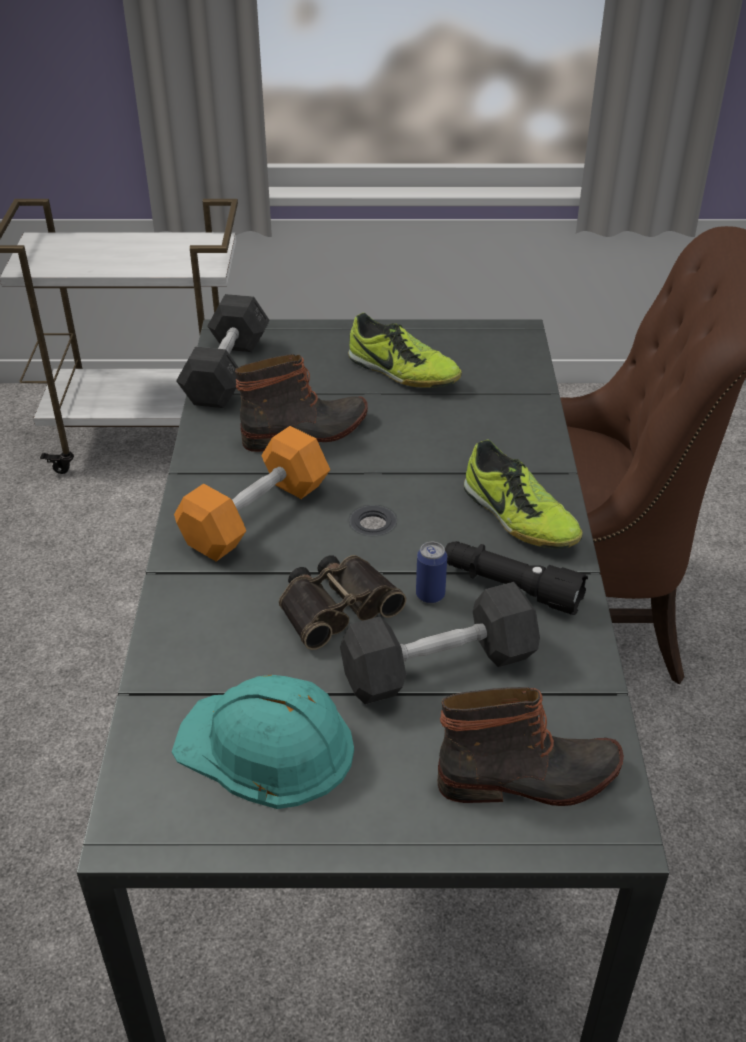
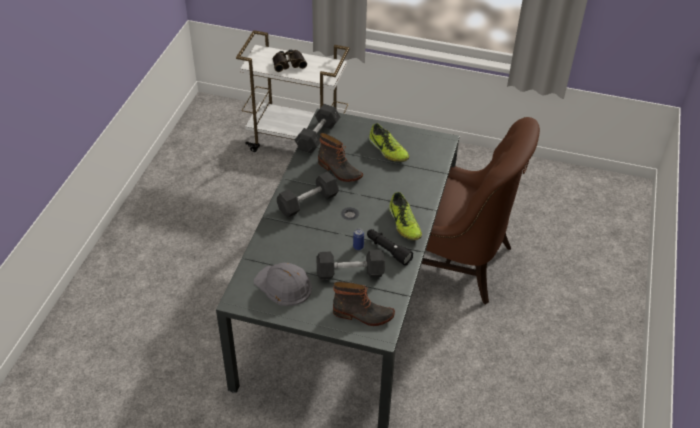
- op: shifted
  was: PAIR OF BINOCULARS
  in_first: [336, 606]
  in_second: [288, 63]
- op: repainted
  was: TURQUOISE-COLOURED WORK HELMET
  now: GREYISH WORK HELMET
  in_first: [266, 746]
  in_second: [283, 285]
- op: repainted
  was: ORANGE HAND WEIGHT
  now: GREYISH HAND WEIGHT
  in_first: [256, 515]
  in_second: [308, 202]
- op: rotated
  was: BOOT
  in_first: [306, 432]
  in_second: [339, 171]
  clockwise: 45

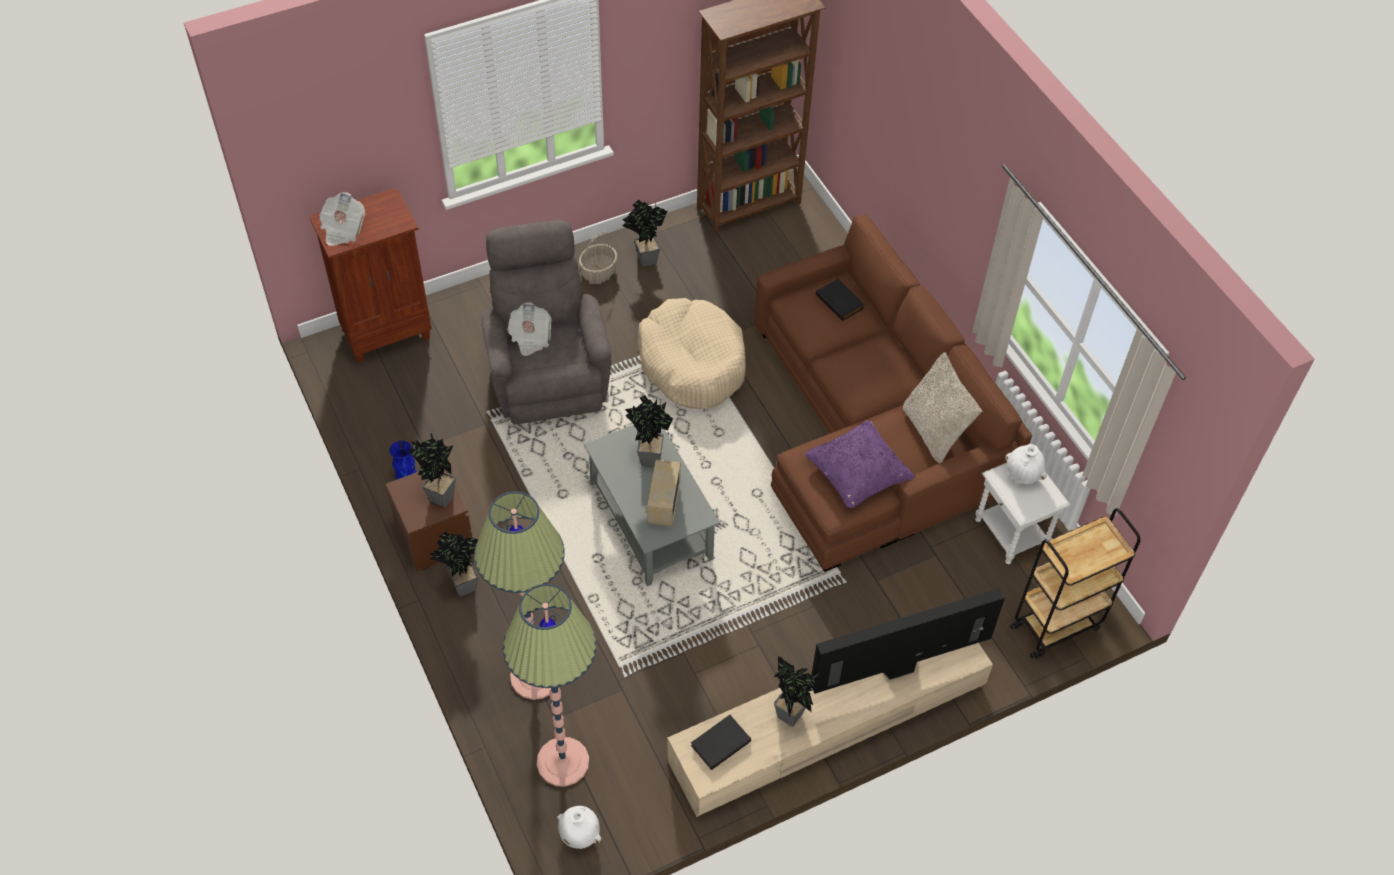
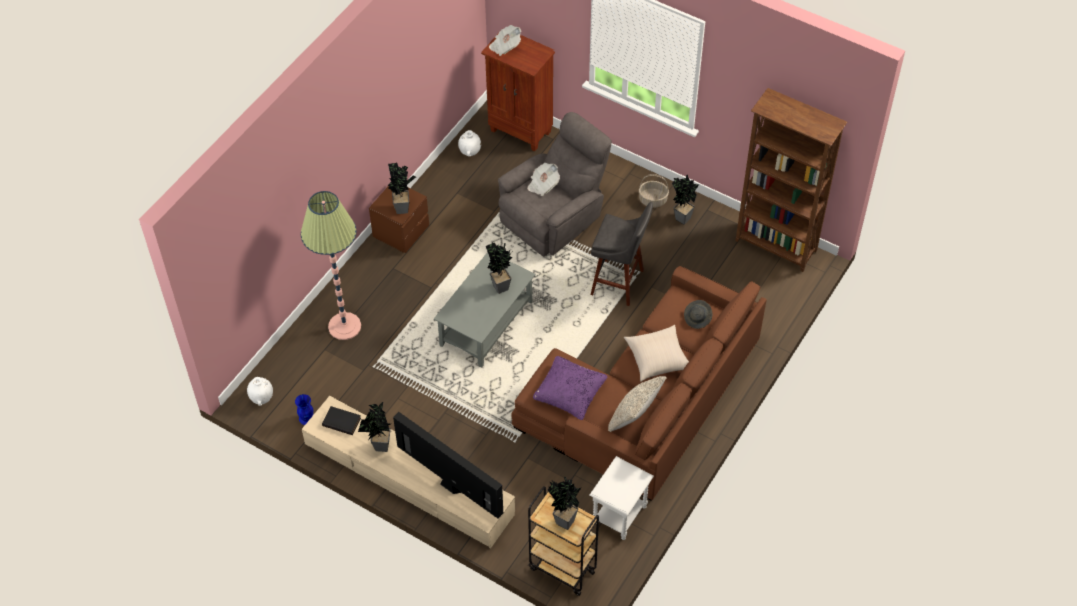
- op: gone
  was: FLOOR LAMP
  in_first: [563, 762]
- op: gone
  was: RADIO
  in_first: [663, 504]
- op: new
  now: BEIGE THROW PILLOW
  in_second: [657, 359]
- op: shifted
  was: BLUE VASE
  in_first: [406, 474]
  in_second: [307, 418]
- op: shifted
  was: POTTED PLANT
  in_first: [460, 587]
  in_second: [563, 519]
- op: shifted
  was: WHITISH VASE
  in_first: [1023, 476]
  in_second: [470, 152]
- op: swapped
  was: BEIGE DOG CUSHION
  now: GREYISH SITTING STOOL
  in_first: [692, 363]
  in_second: [619, 283]
- op: swapped
  was: BLACK-COLOURED VOLUME
  now: GREYISH CLOTHING HAT
  in_first: [840, 301]
  in_second: [697, 318]

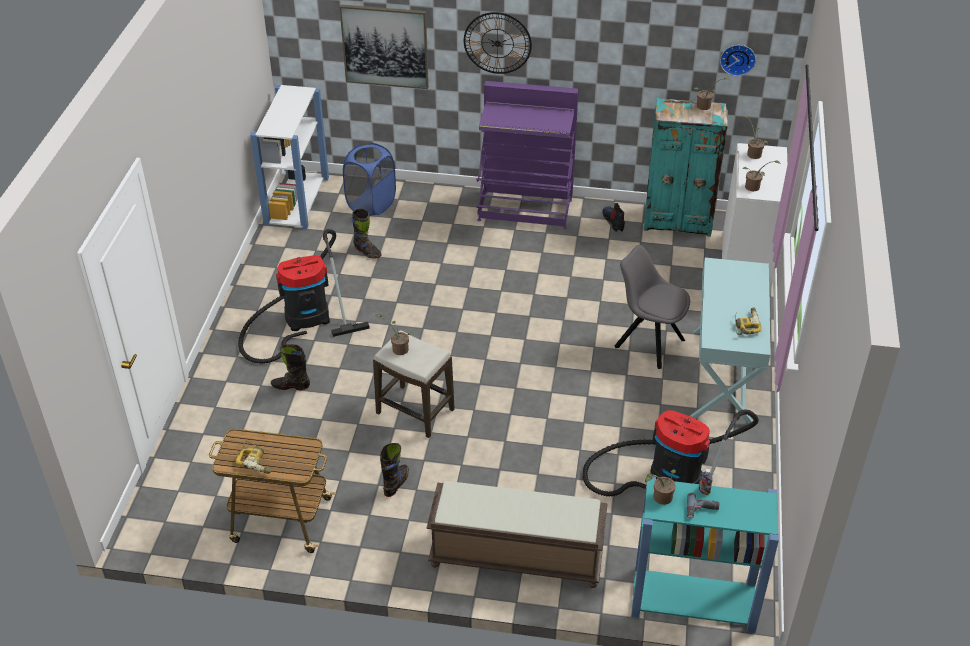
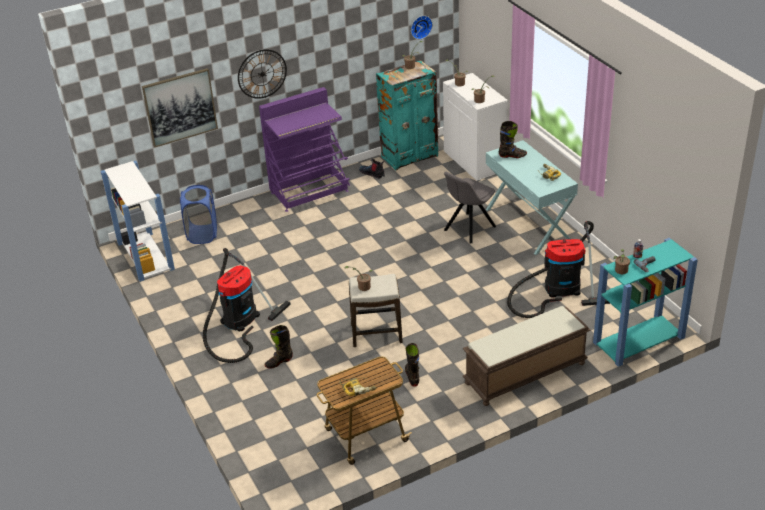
- op: shifted
  was: BLACK-COLOURED BOOT
  in_first: [367, 252]
  in_second: [512, 156]
- op: rotated
  was: GREYISH CHAIR
  in_first: [648, 343]
  in_second: [469, 228]
  clockwise: -45

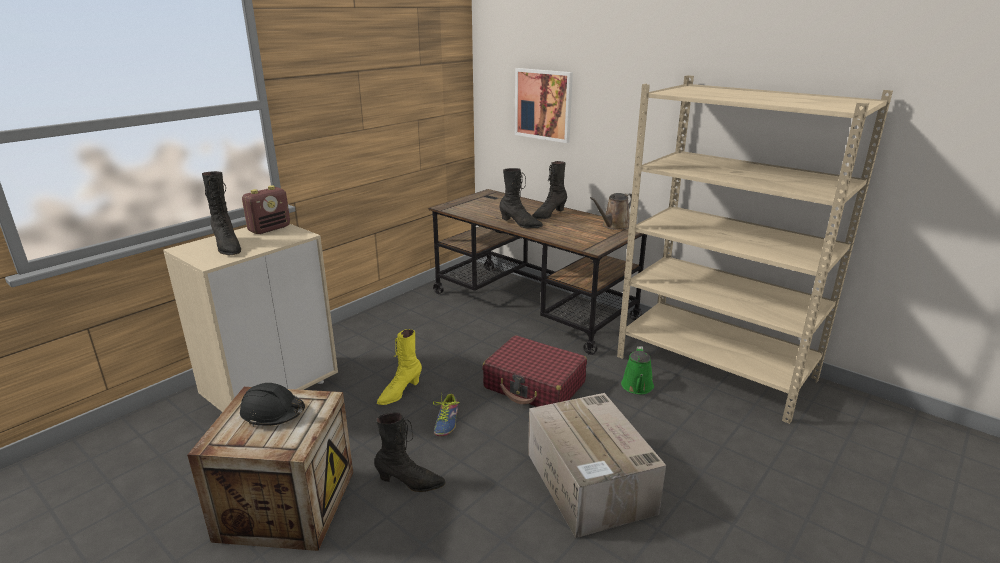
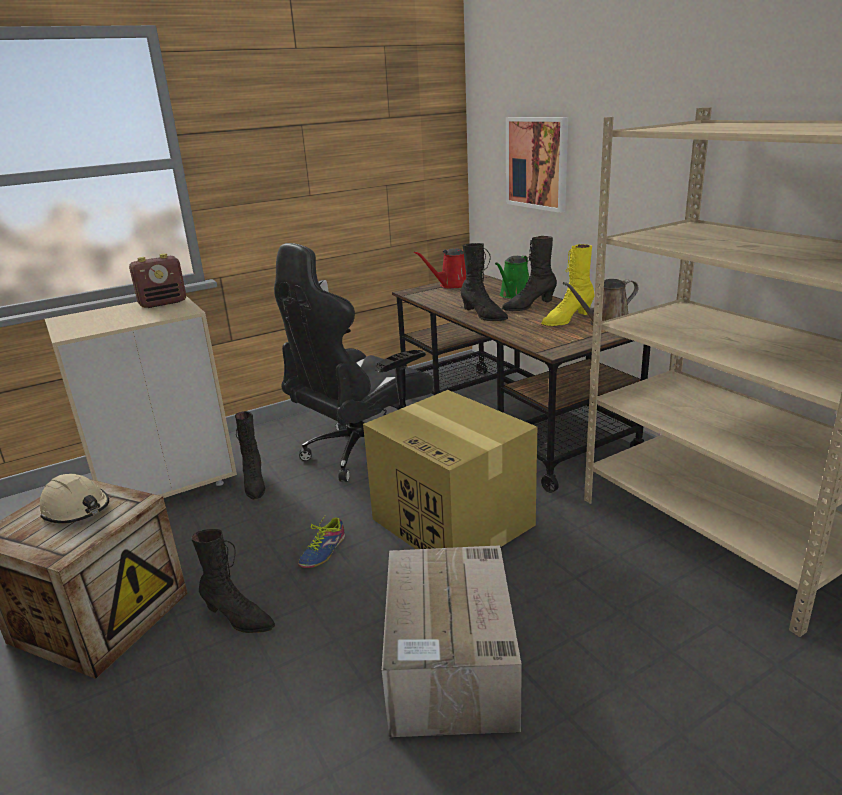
- op: new
  now: BLACK-COLOURED DESK CHAIR
  in_second: [364, 450]
- op: new
  now: REDDISH SPRINKLING CAN
  in_second: [452, 285]
- op: shifted
  was: BLACK-COLOURED BOOT
  in_first: [227, 247]
  in_second: [254, 485]
- op: shifted
  was: YELLOW BOOT
  in_first: [399, 393]
  in_second: [566, 320]
- op: shifted
  was: GREEN SPRINKLING CAN
  in_first: [637, 387]
  in_second: [514, 295]
- op: swapped
  was: REDDISH SUITCASE
  now: CARTON
  in_first: [534, 385]
  in_second: [454, 522]
- op: repainted
  was: BLACK-COLOURED WORK HELMET
  now: BEIGE WORK HELMET
  in_first: [273, 413]
  in_second: [76, 510]

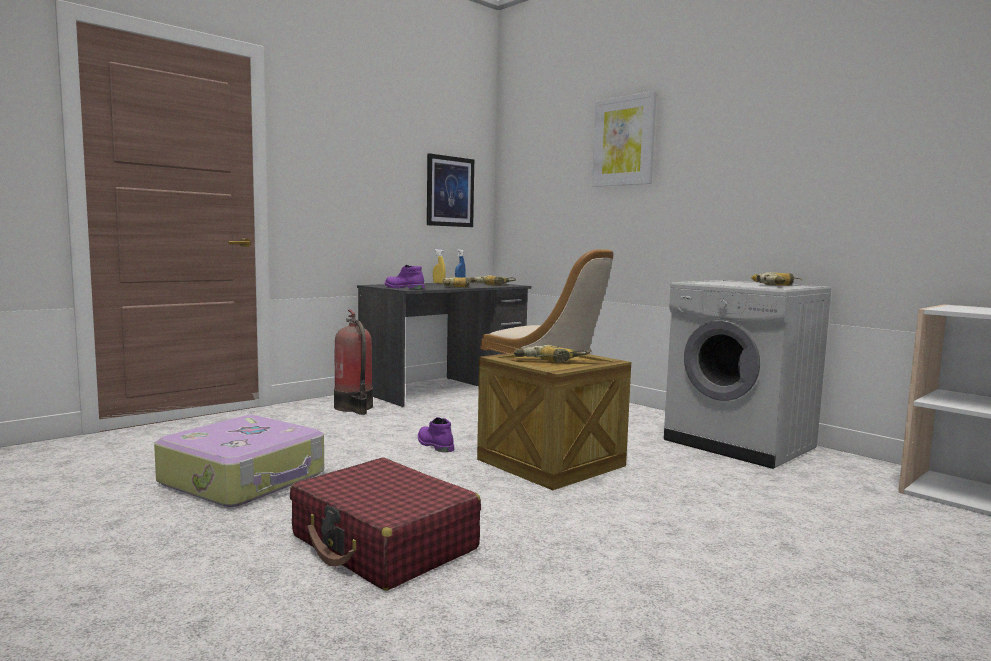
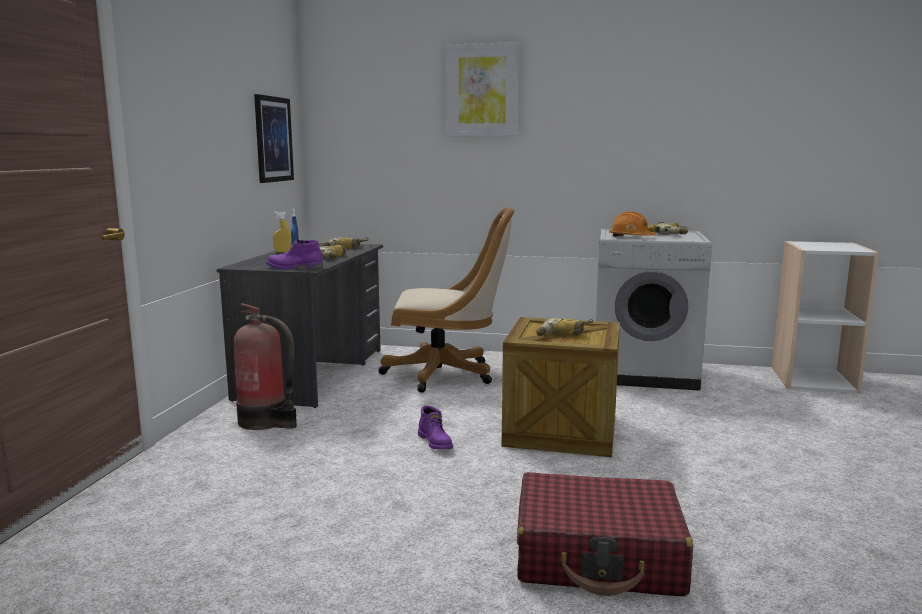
- op: gone
  was: SUITCASE
  in_first: [245, 478]
- op: new
  now: ORANGE WORK HELMET
  in_second: [631, 237]
- op: rotated
  was: PURPLE BOOT
  in_first: [434, 445]
  in_second: [436, 442]
  clockwise: -135

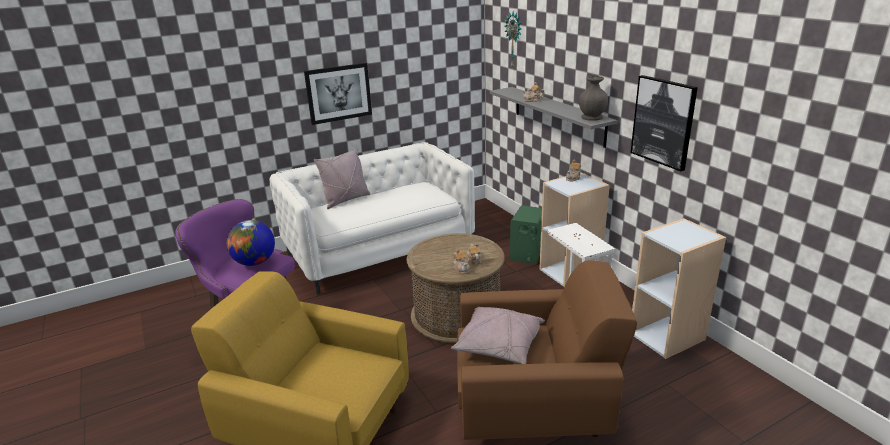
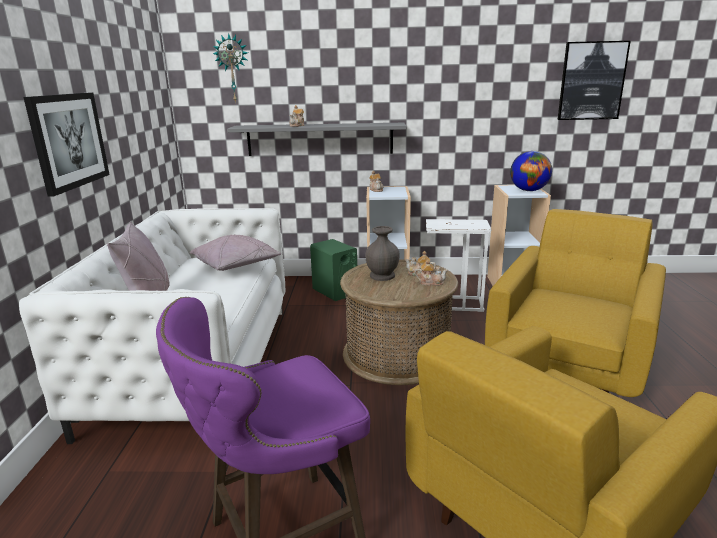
- op: shifted
  was: GLOBE
  in_first: [255, 262]
  in_second: [528, 190]
- op: shifted
  was: PURPLE THROW PILLOW
  in_first: [499, 346]
  in_second: [237, 265]
- op: shifted
  was: GREYISH VASE
  in_first: [592, 117]
  in_second: [383, 275]
- op: shifted
  was: WALL PICTURE
  in_first: [663, 122]
  in_second: [591, 81]
- op: repainted
  was: BROWNISH EASY CHAIR
  now: YELLOW EASY CHAIR
  in_first: [533, 405]
  in_second: [570, 360]

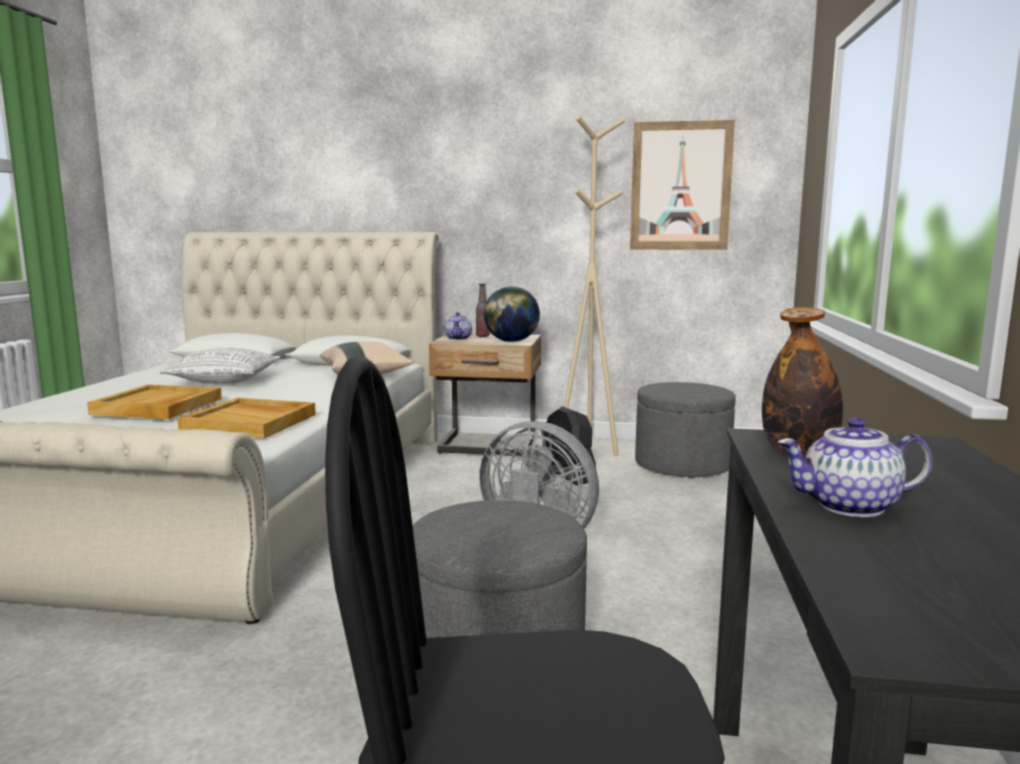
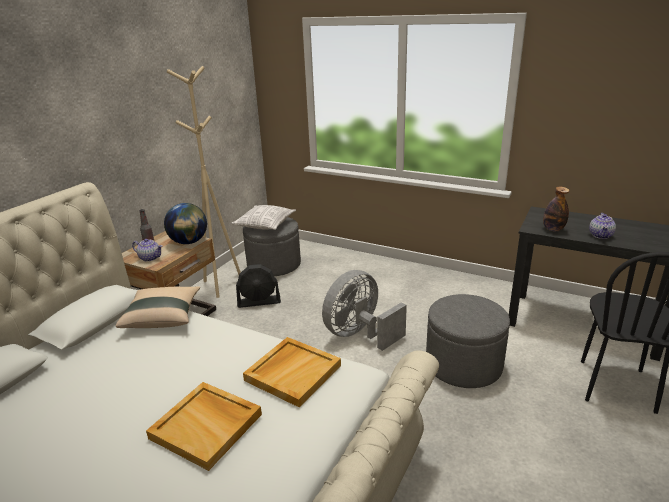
- op: gone
  was: WALL PICTURE
  in_first: [680, 186]
- op: shifted
  was: THROW PILLOW
  in_first: [225, 380]
  in_second: [265, 225]

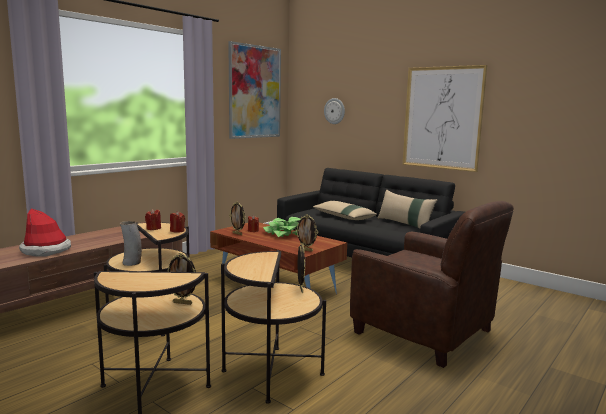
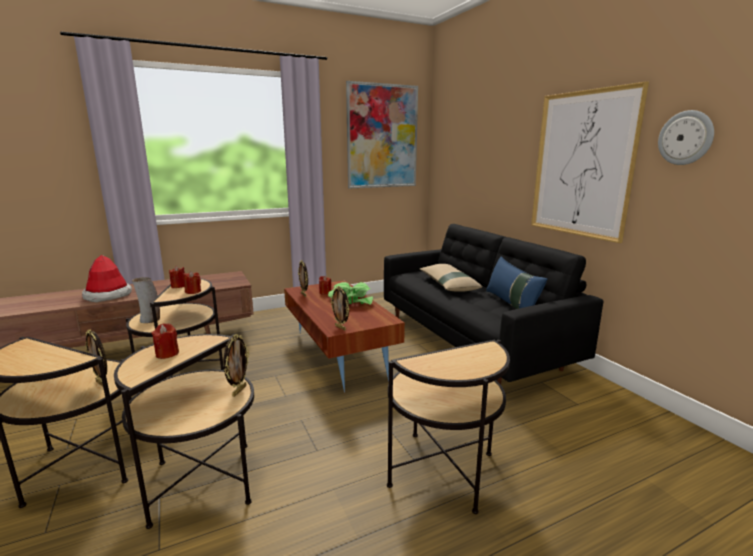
- op: new
  now: REDDISH WAX LIGHT
  in_second: [167, 354]
- op: shifted
  was: WALL CLOCK
  in_first: [334, 111]
  in_second: [685, 138]
- op: swapped
  was: BROWNISH EASY CHAIR
  now: END TABLE
  in_first: [425, 332]
  in_second: [441, 469]
- op: repainted
  was: BEIGE THROW PILLOW
  now: BLUE THROW PILLOW
  in_first: [404, 224]
  in_second: [512, 304]

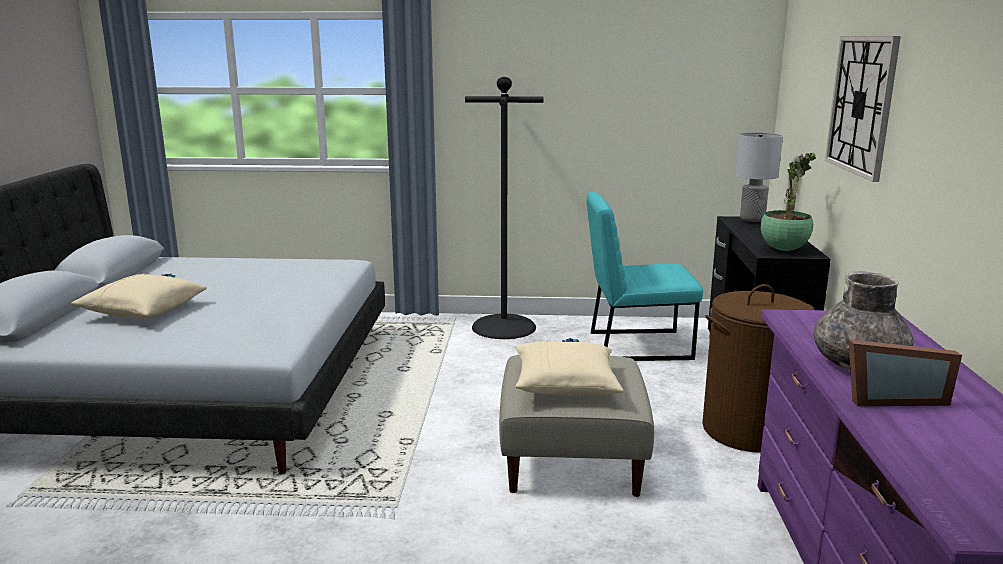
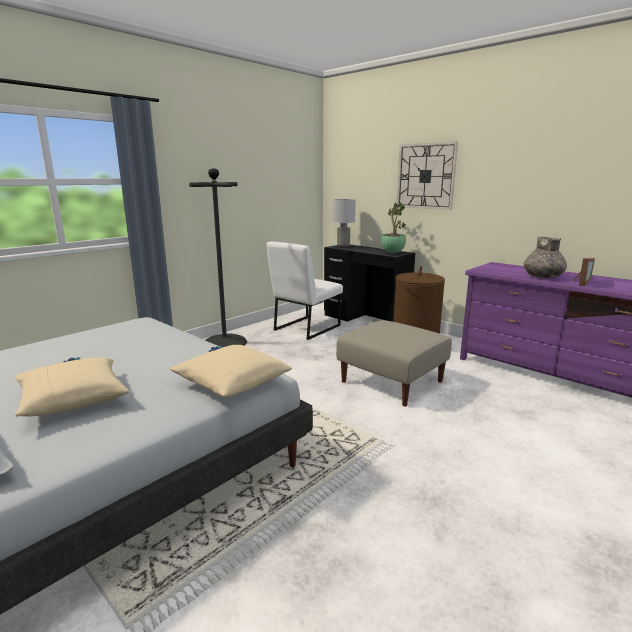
- op: shifted
  was: BEIGE THROW PILLOW
  in_first: [566, 386]
  in_second: [232, 384]
- op: repainted
  was: TURQUOISE-COLOURED CHAIR
  now: WHITISH CHAIR
  in_first: [636, 345]
  in_second: [305, 328]

